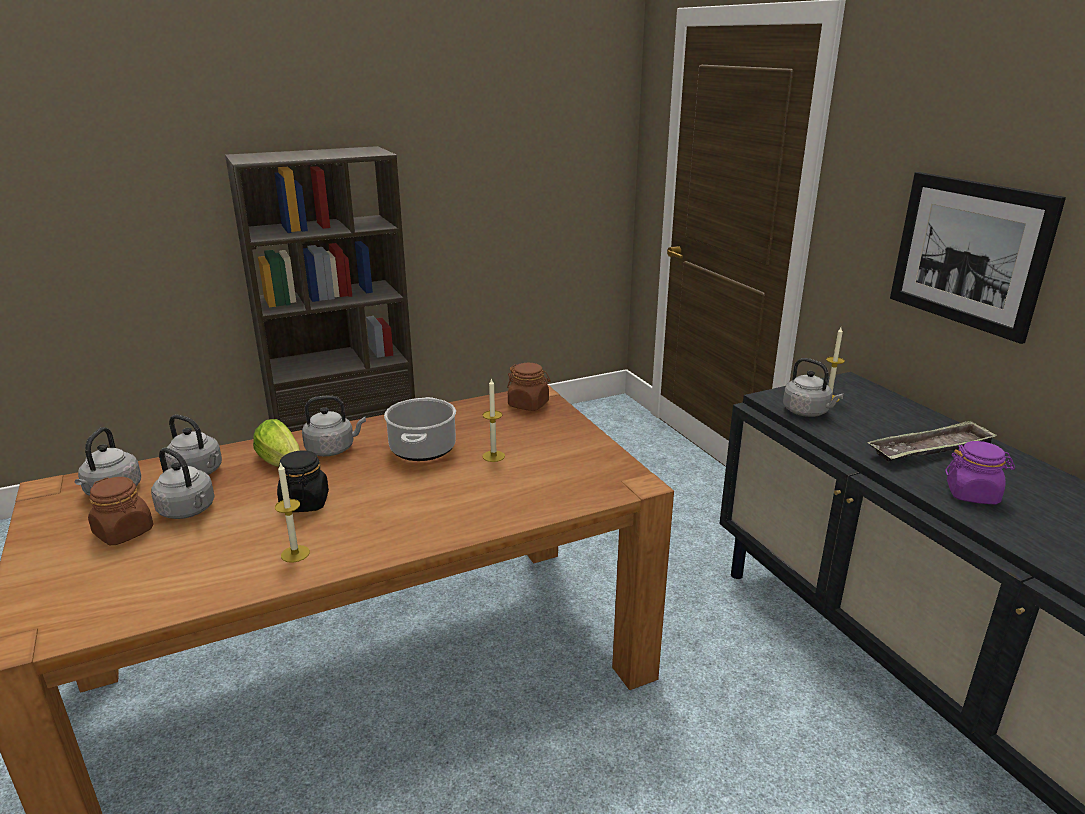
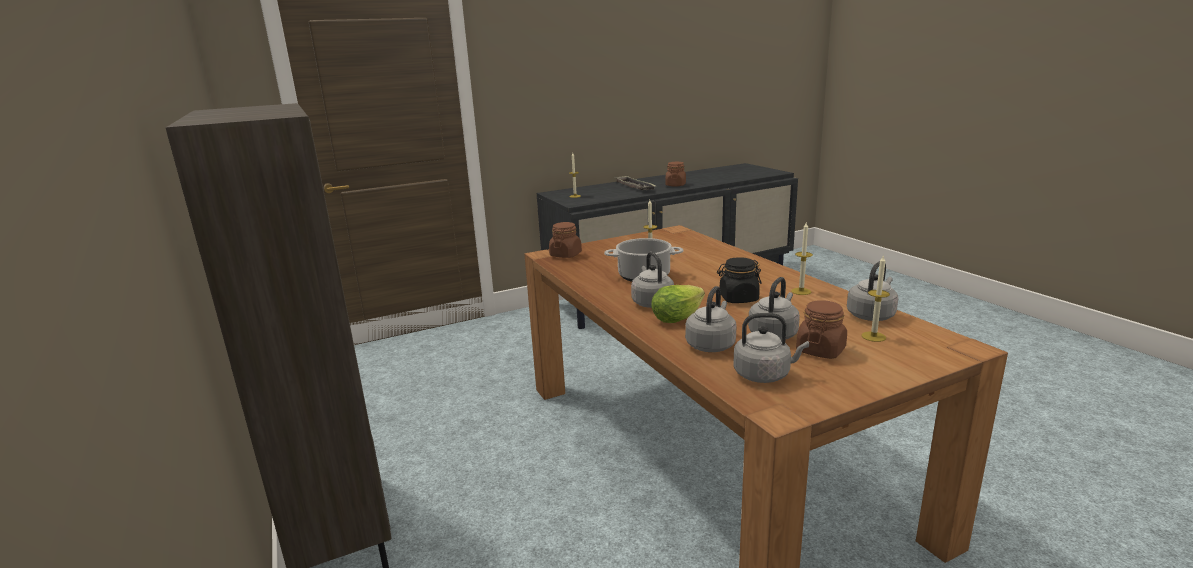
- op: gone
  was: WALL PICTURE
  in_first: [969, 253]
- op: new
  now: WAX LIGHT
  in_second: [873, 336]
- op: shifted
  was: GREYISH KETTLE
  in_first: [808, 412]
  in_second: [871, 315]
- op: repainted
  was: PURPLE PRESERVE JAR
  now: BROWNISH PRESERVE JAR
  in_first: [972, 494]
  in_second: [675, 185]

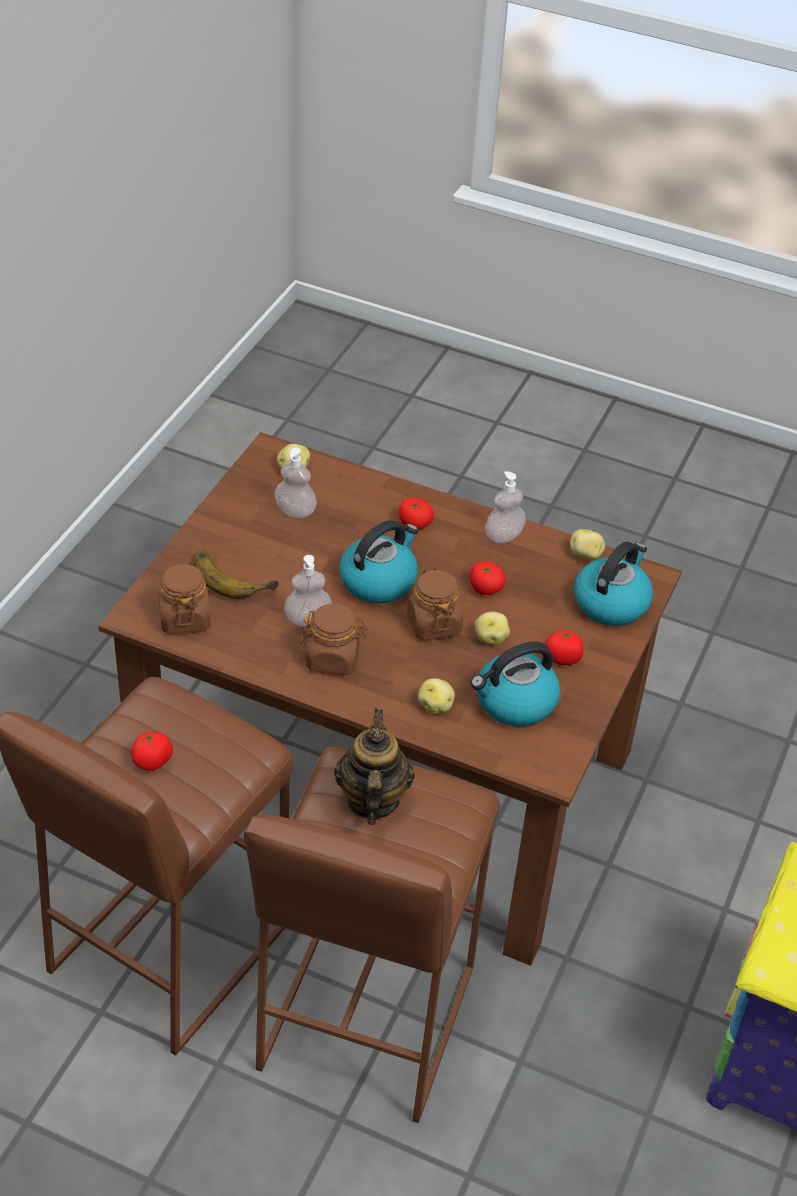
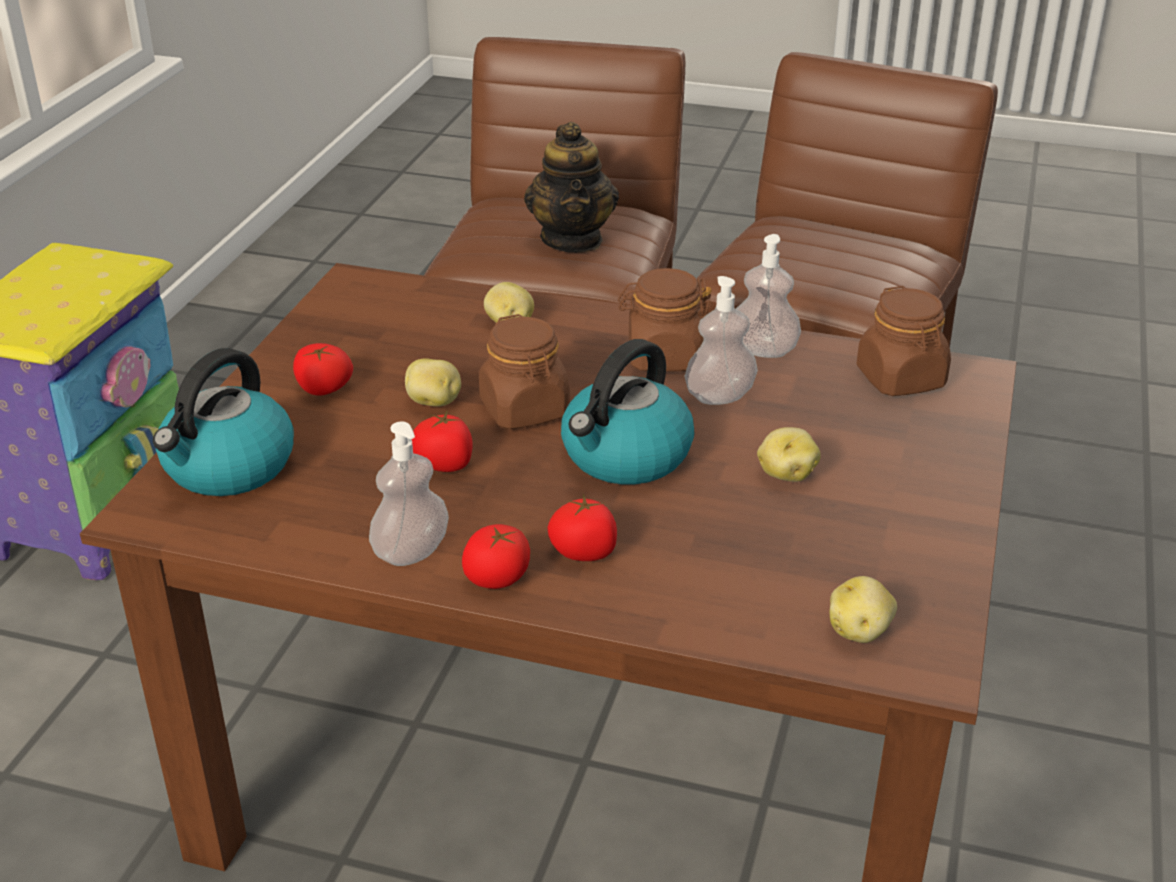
- op: gone
  was: BANANA FRUIT
  in_first: [233, 575]
- op: gone
  was: KETTLE
  in_first: [514, 703]
- op: shifted
  was: WHOLE TOMATO
  in_first: [152, 761]
  in_second: [497, 578]
- op: shifted
  was: SOAP DISPENSER
  in_first: [295, 511]
  in_second: [763, 350]
- op: shifted
  was: WHOLE POTATO
  in_first: [585, 555]
  in_second: [786, 474]

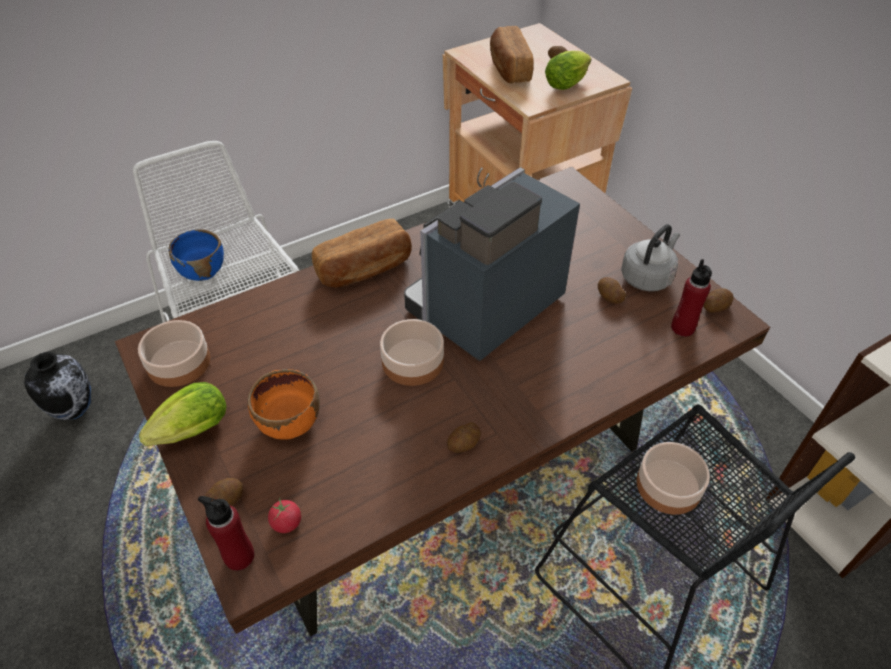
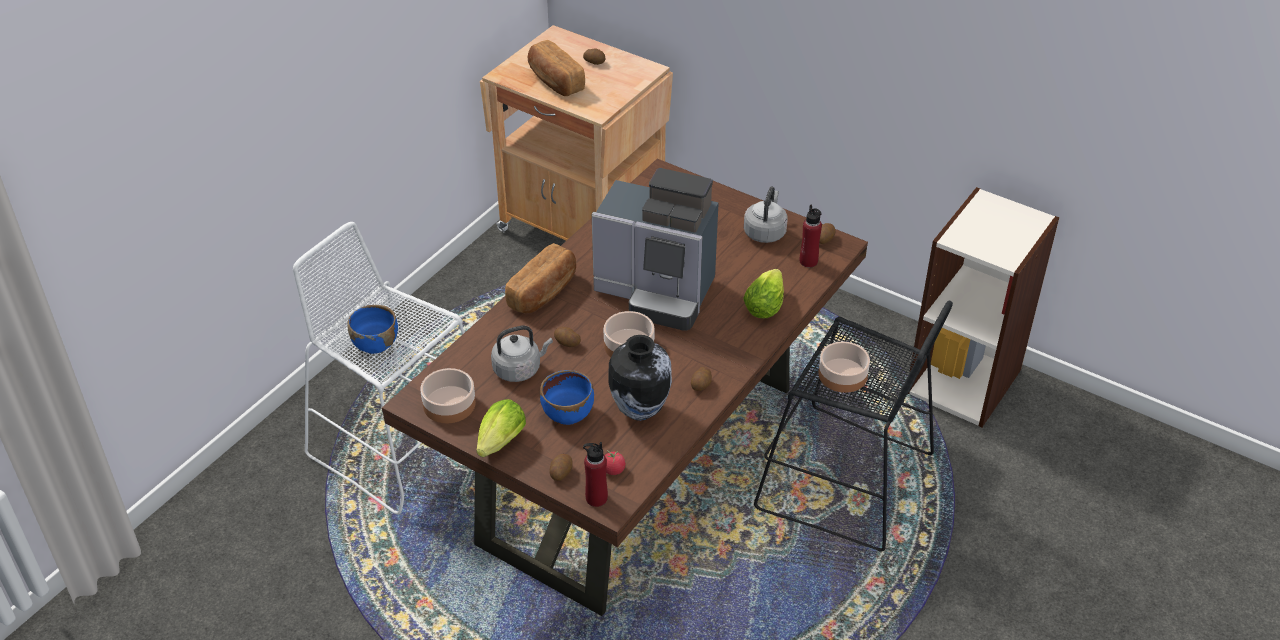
- op: new
  now: GREYISH KETTLE
  in_second: [519, 369]
- op: shifted
  was: VASE
  in_first: [75, 410]
  in_second: [640, 410]
- op: shifted
  was: LETTUCE HEAD
  in_first: [568, 83]
  in_second: [766, 304]
- op: shifted
  was: WHOLE POTATO
  in_first: [609, 297]
  in_second: [566, 343]
- op: repainted
  was: ORANGE BOWL
  now: BLUE BOWL
  in_first: [289, 423]
  in_second: [568, 414]
- op: rotated
  was: COFFEE BREWER
  in_first: [484, 309]
  in_second: [657, 292]
  clockwise: -90

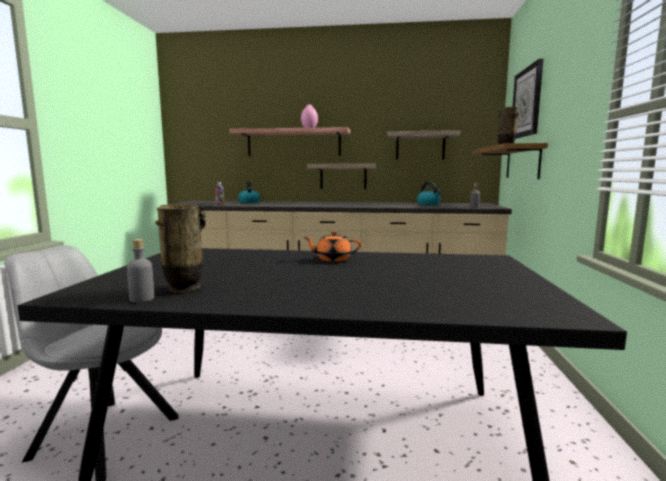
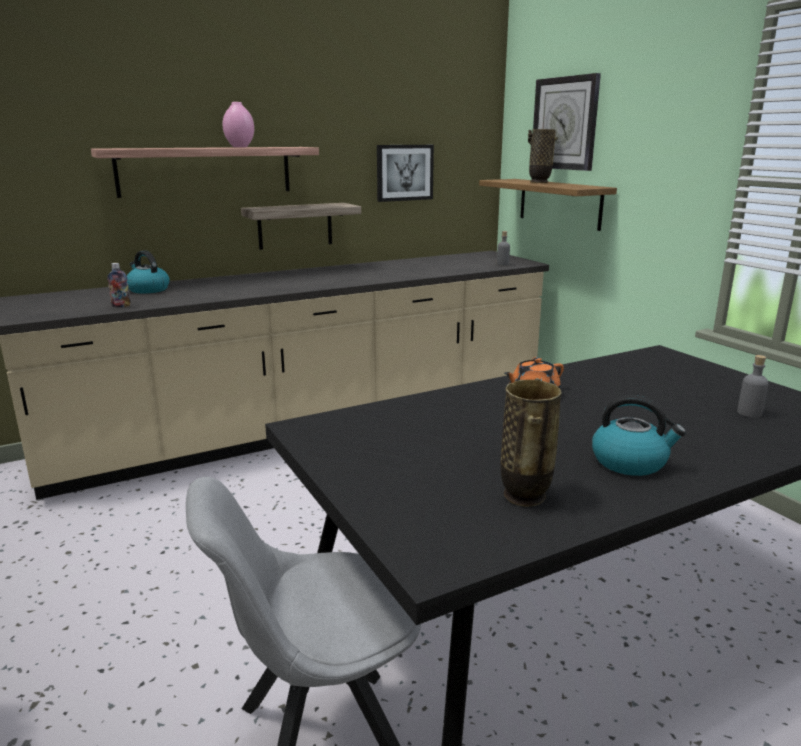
- op: shifted
  was: GREYISH DRINK BOTTLE
  in_first: [142, 299]
  in_second: [749, 413]
- op: shifted
  was: KETTLE
  in_first: [428, 204]
  in_second: [630, 462]
- op: swapped
  was: WALL SHELF
  now: WALL PICTURE
  in_first: [420, 146]
  in_second: [404, 172]

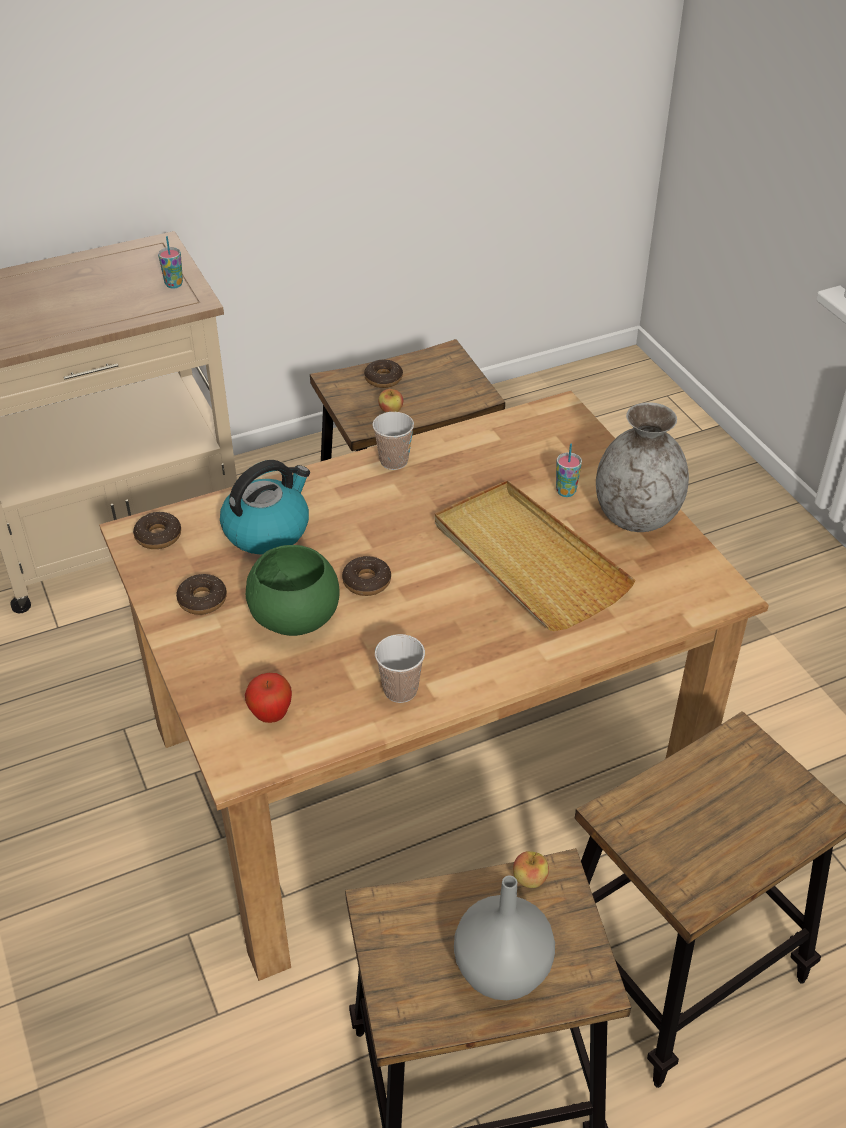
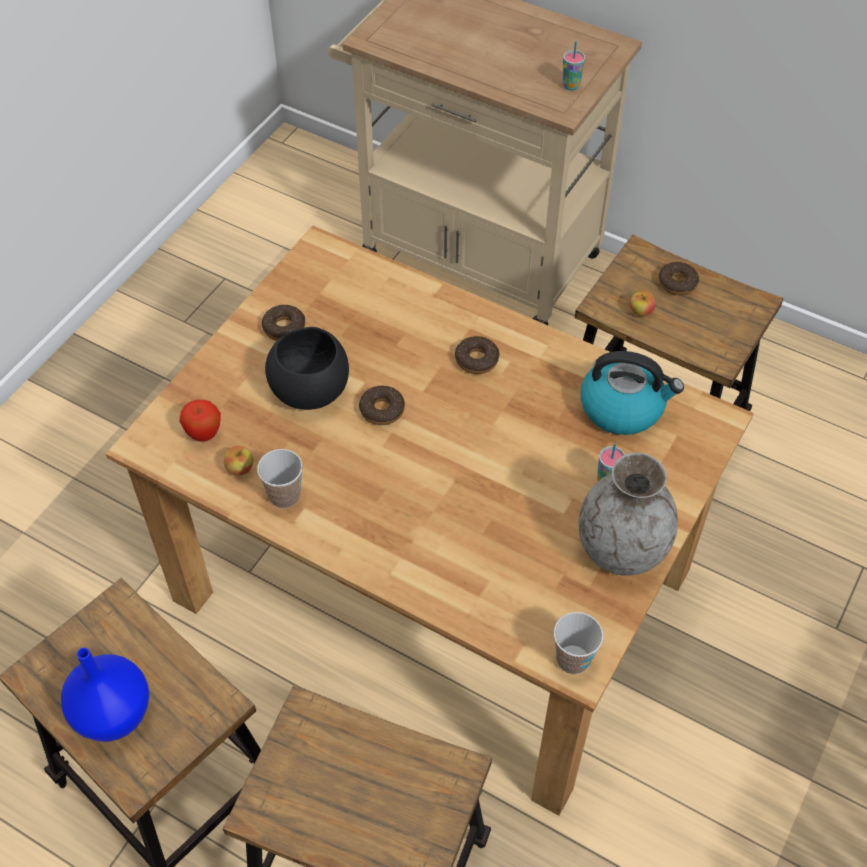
- op: gone
  was: BEIGE TRAY
  in_first: [527, 559]
- op: shifted
  was: DONUT
  in_first: [158, 536]
  in_second: [476, 360]
- op: shifted
  was: KETTLE
  in_first: [267, 530]
  in_second: [623, 407]
- op: shifted
  was: CUP
  in_first: [394, 461]
  in_second: [573, 659]
- op: shifted
  was: APPLE FRUIT
  in_first: [529, 879]
  in_second: [240, 469]
- op: repainted
  was: GREEN BOWL
  now: BLACK-COLOURED BOWL
  in_first: [295, 615]
  in_second: [311, 389]
- op: repainted
  was: GREYISH VASE
  now: BLUE VASE
  in_first: [501, 972]
  in_second: [112, 714]

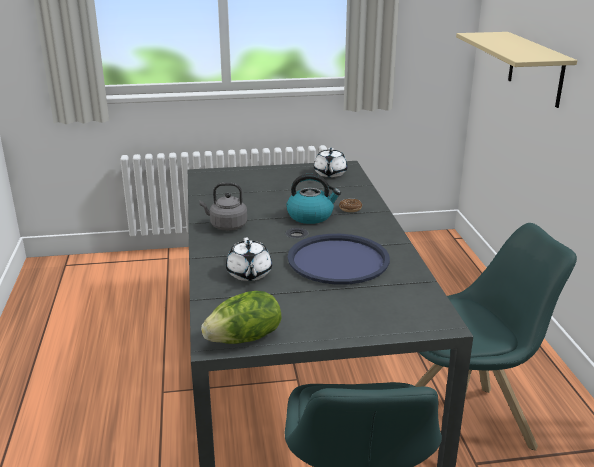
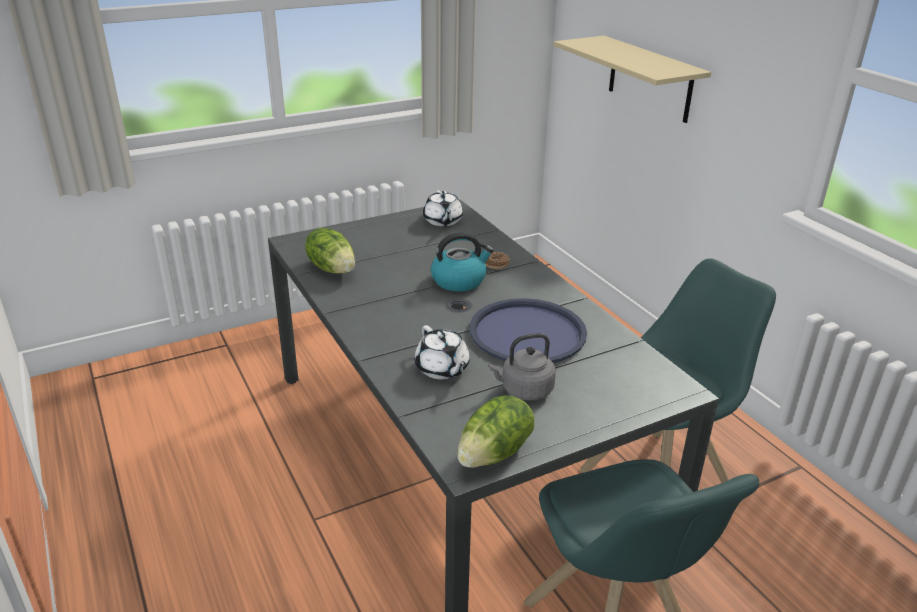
- op: new
  now: LETTUCE HEAD
  in_second: [333, 268]
- op: shifted
  was: GREYISH KETTLE
  in_first: [226, 226]
  in_second: [524, 390]

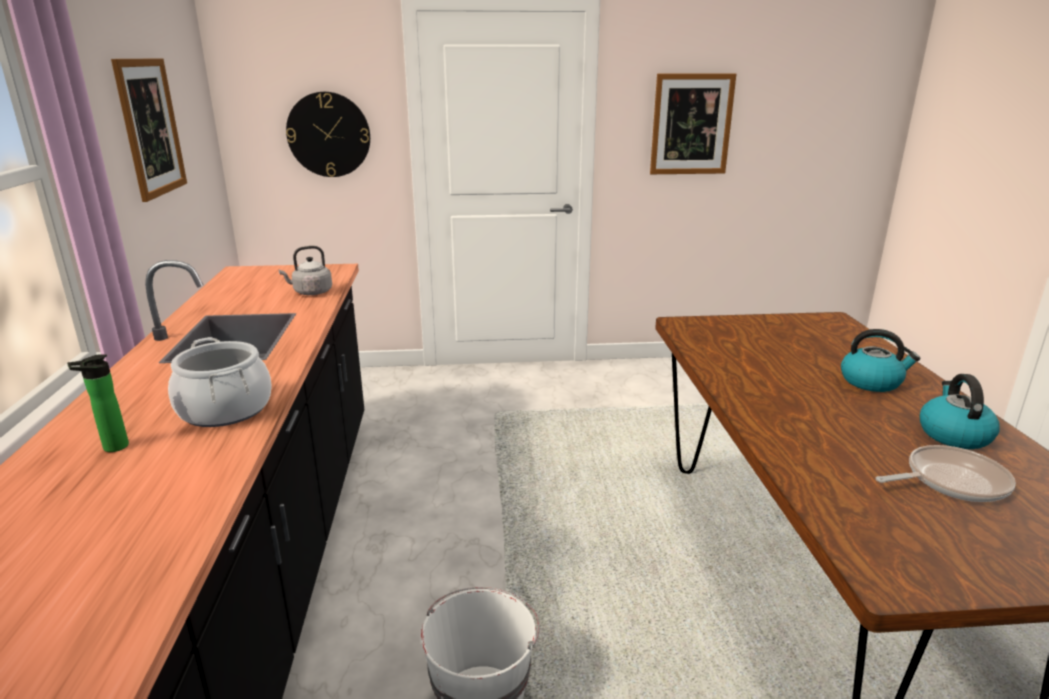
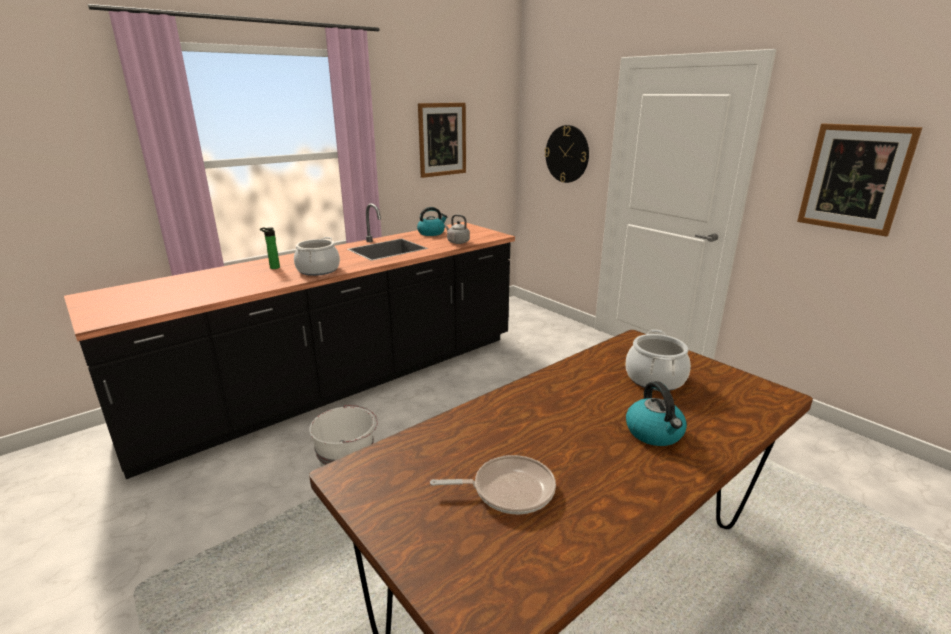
- op: new
  now: STOCKPOT
  in_second: [655, 378]
- op: shifted
  was: KETTLE
  in_first: [953, 434]
  in_second: [431, 233]
- op: rotated
  was: PAN
  in_first: [951, 481]
  in_second: [508, 490]
  clockwise: -45

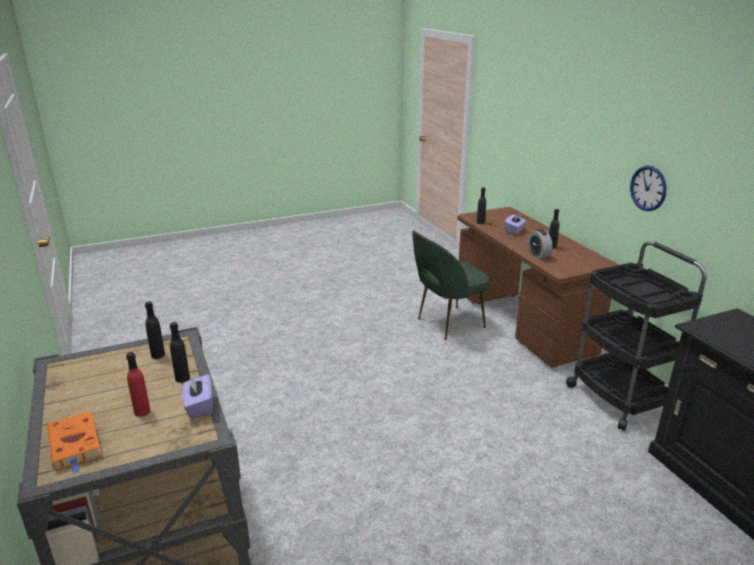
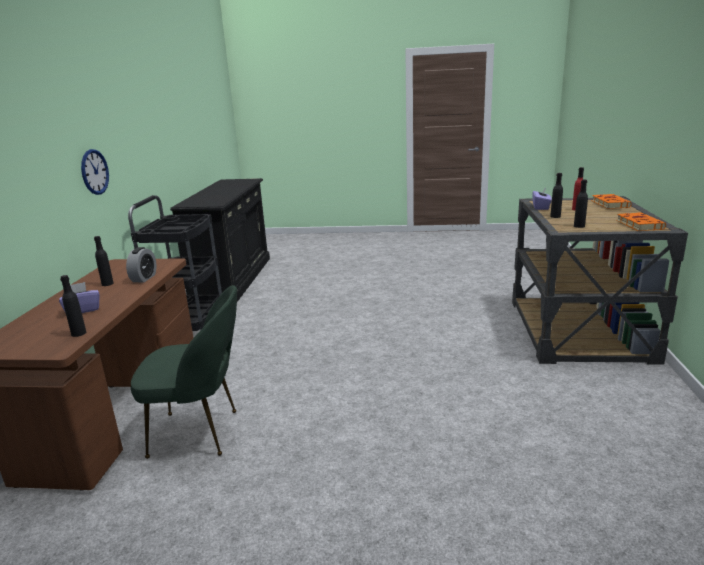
- op: new
  now: ORANGE VOLUME
  in_second: [638, 224]

